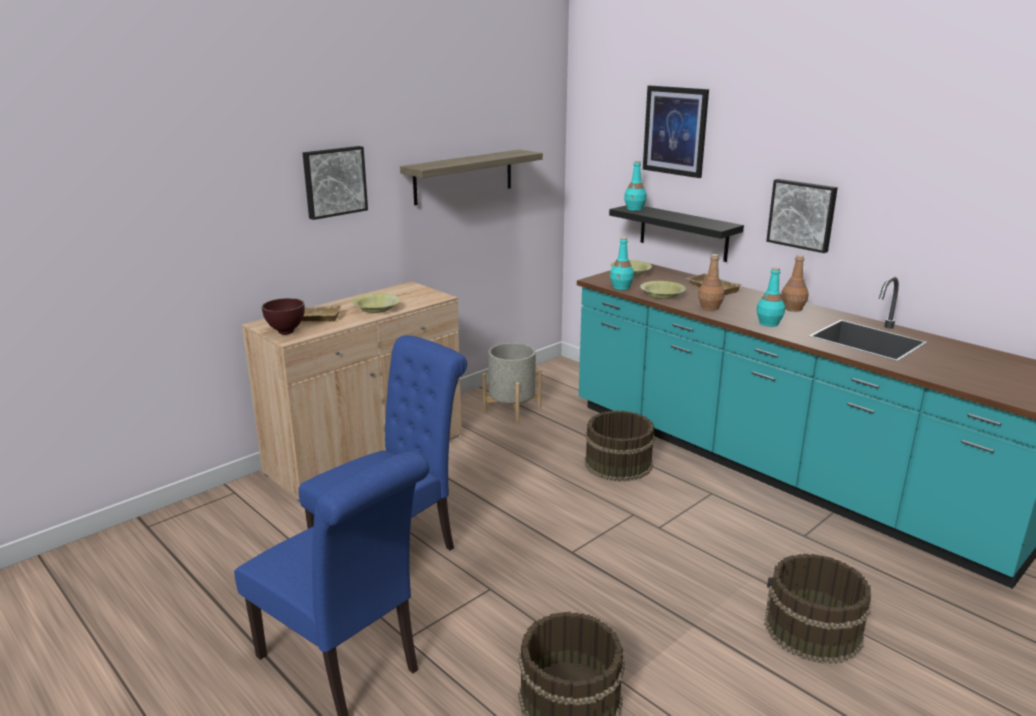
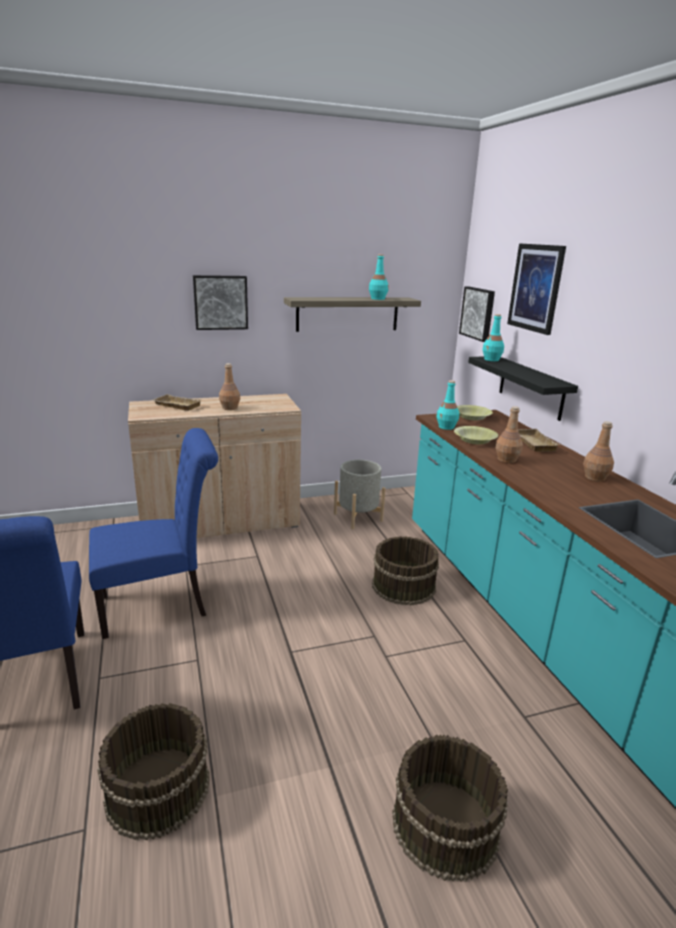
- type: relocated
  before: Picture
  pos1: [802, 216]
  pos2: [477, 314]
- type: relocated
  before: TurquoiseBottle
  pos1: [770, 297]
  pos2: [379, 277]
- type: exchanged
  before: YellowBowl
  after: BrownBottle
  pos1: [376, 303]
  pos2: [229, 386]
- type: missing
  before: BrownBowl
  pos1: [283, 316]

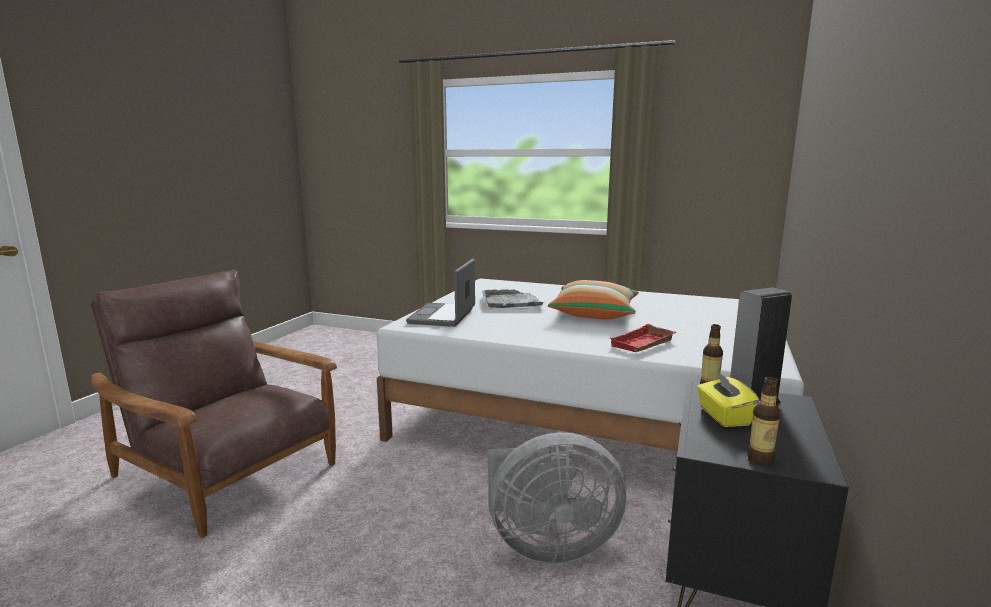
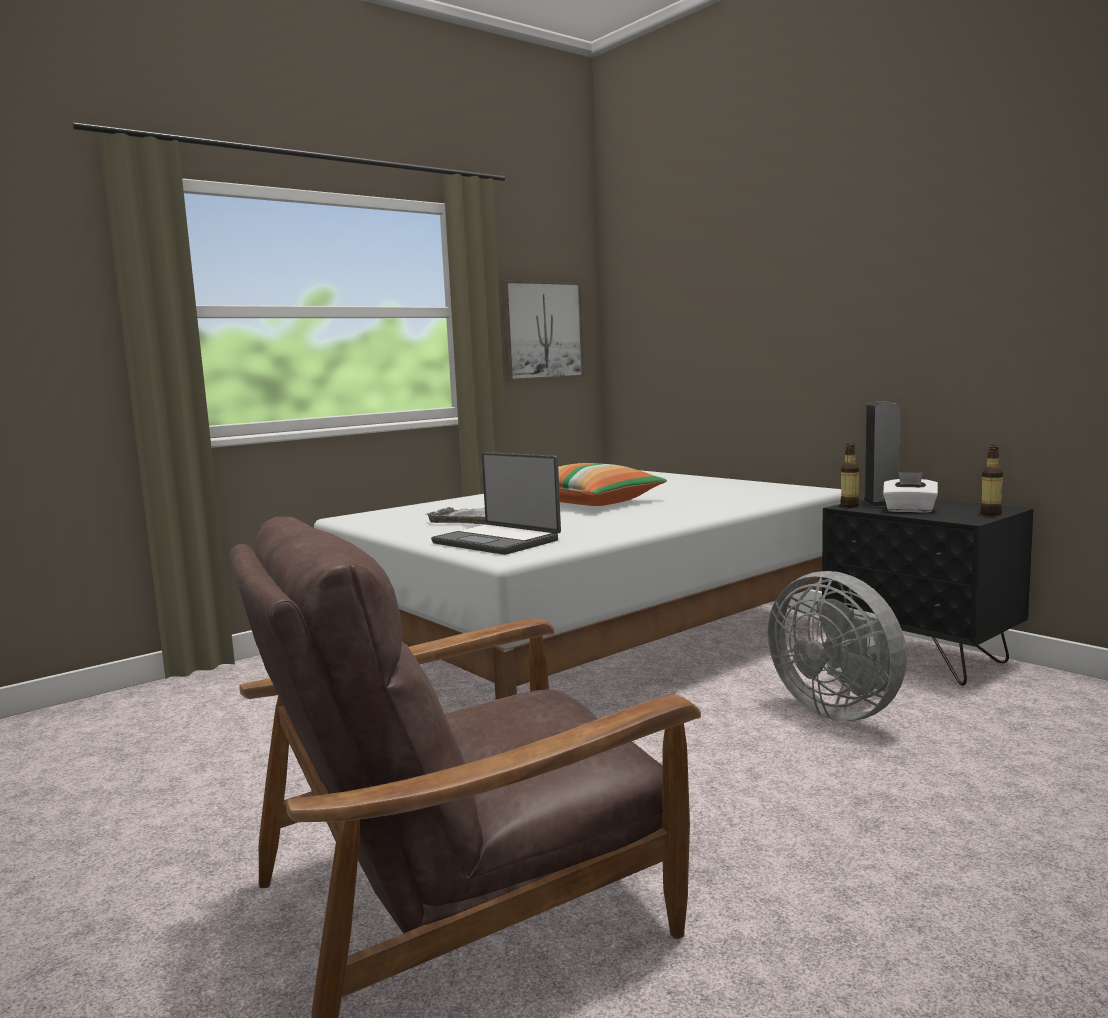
- type: missing
  before: RedTray
  pos1: [642, 338]
- type: colour
  before: YellowTissueBox
  after: WhiteTissueBox
  pos1: [728, 398]
  pos2: [910, 492]
- type: spun
  before: GreyFan
  pos1: [557, 498]
  pos2: [837, 646]
  turn: 120
- type: appeared
  after: Picture
  pos2: [543, 330]

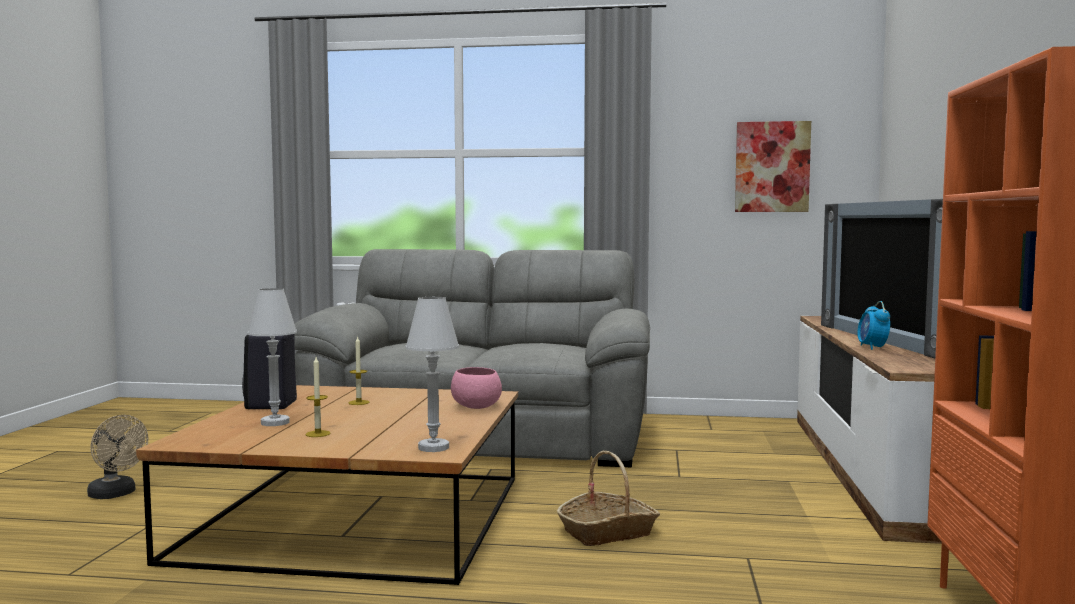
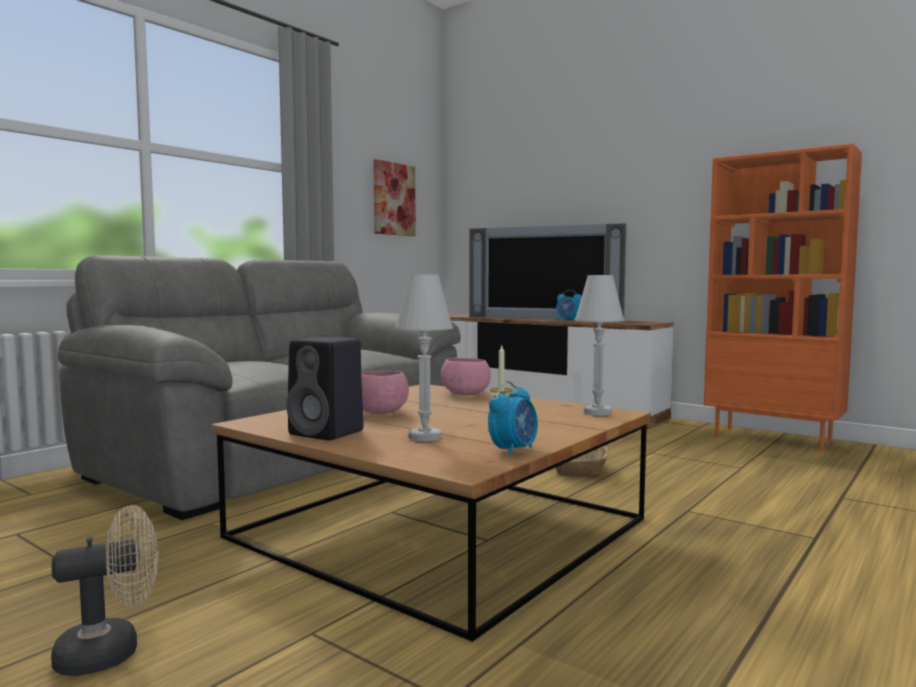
- type: exchanged
  before: Candle
  after: PinkBowl
  pos1: [359, 370]
  pos2: [385, 392]
- type: appeared
  after: AlarmClock
  pos2: [513, 419]

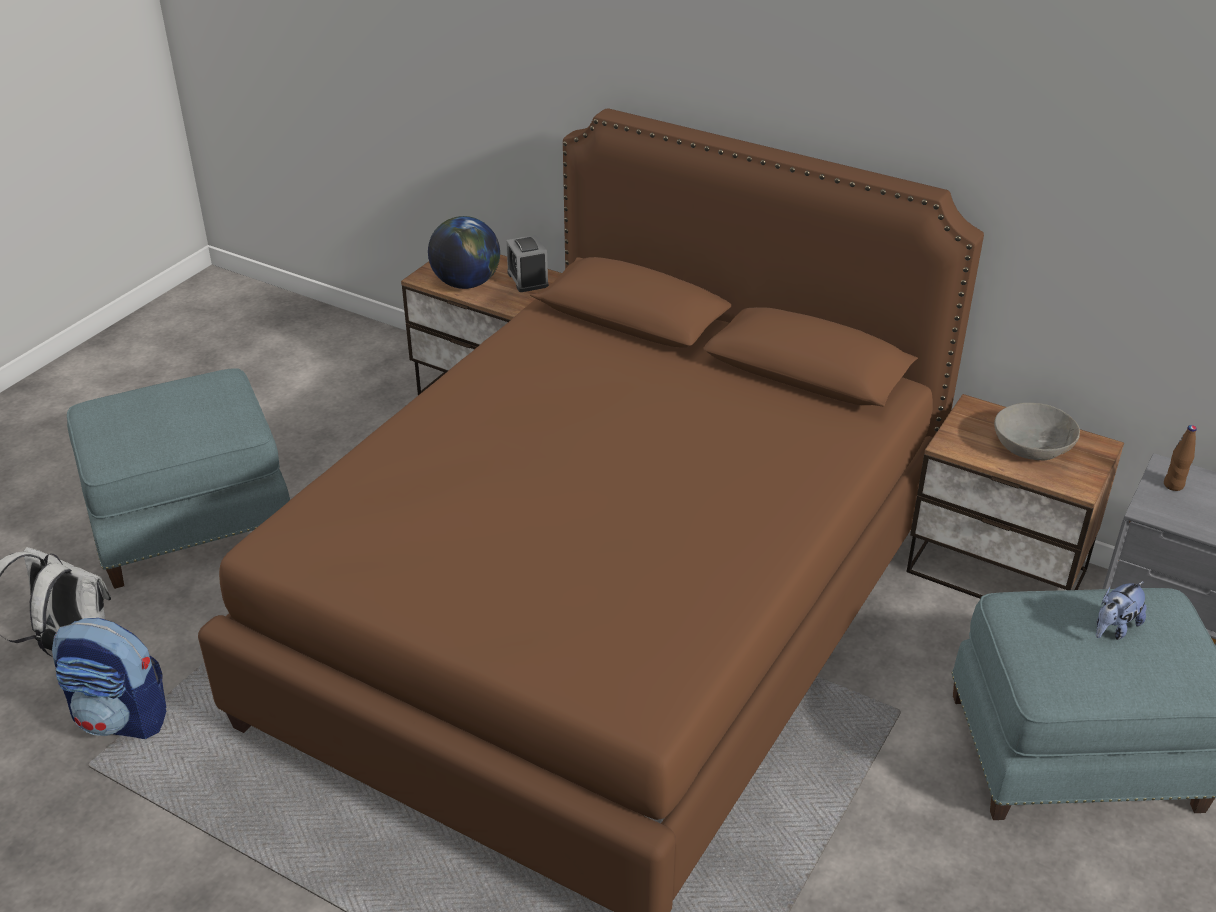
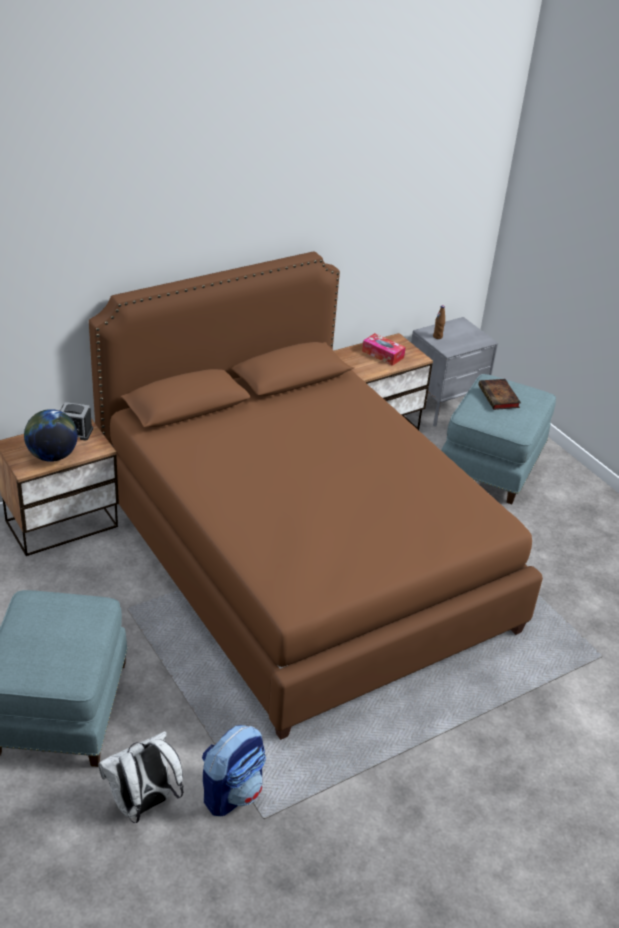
- type: exchanged
  before: GreyBowl
  after: TissueBox
  pos1: [1037, 431]
  pos2: [384, 349]
- type: exchanged
  before: PlushToy
  after: Book
  pos1: [1121, 610]
  pos2: [499, 394]

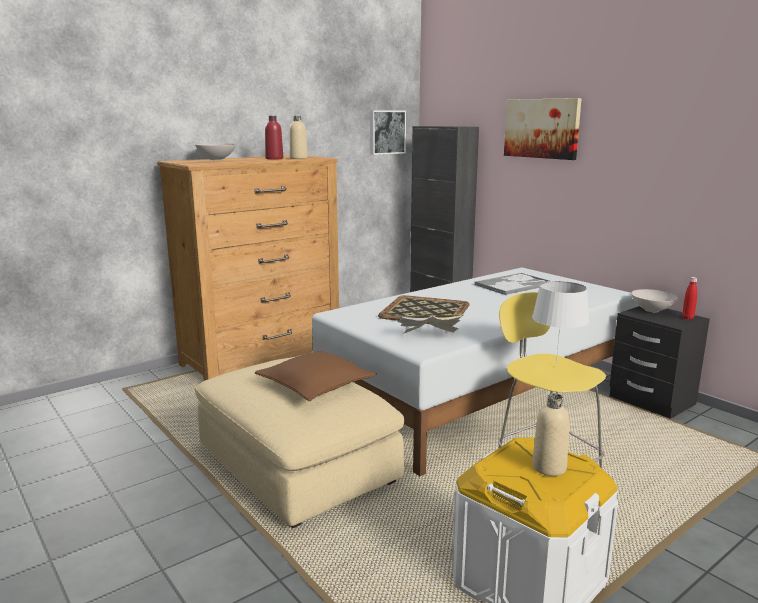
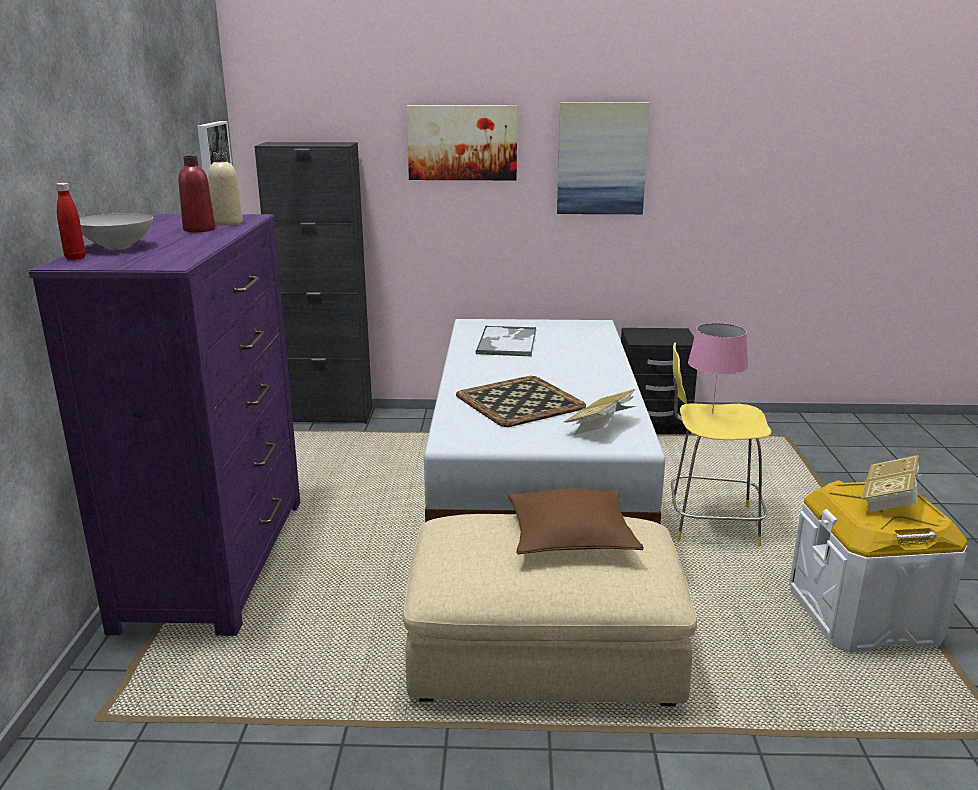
- type: colour
  before: BrownDresser
  after: PurpleDresser
  pos1: [248, 268]
  pos2: [164, 425]
- type: relocated
  before: RedBottle
  pos1: [689, 298]
  pos2: [70, 221]
- type: colour
  before: WhiteTableLamp
  after: PinkTableLamp
  pos1: [560, 323]
  pos2: [718, 368]
- type: missing
  before: WhiteBowl
  pos1: [654, 300]
- type: exchanged
  before: BeigeBottle
  after: Book
  pos1: [550, 434]
  pos2: [891, 483]
- type: appeared
  after: Picture
  pos2: [603, 158]

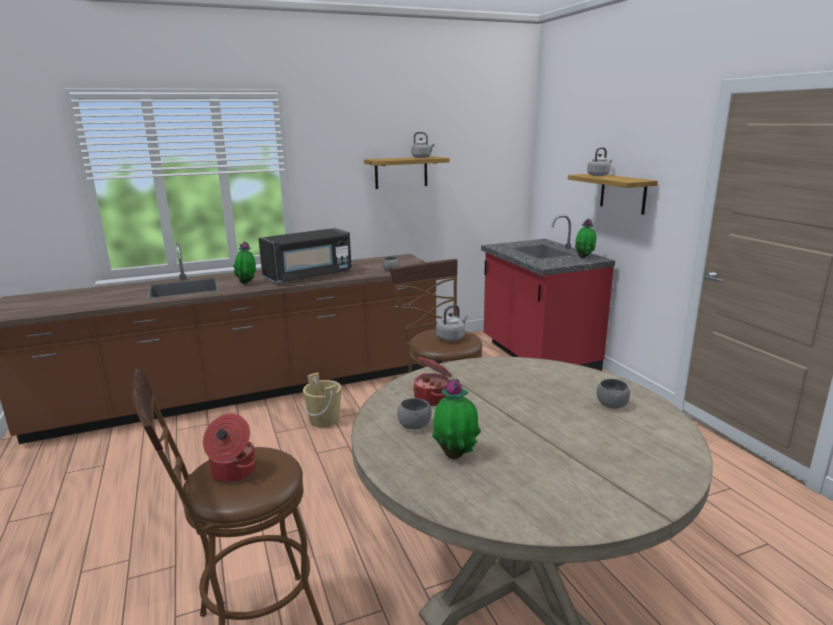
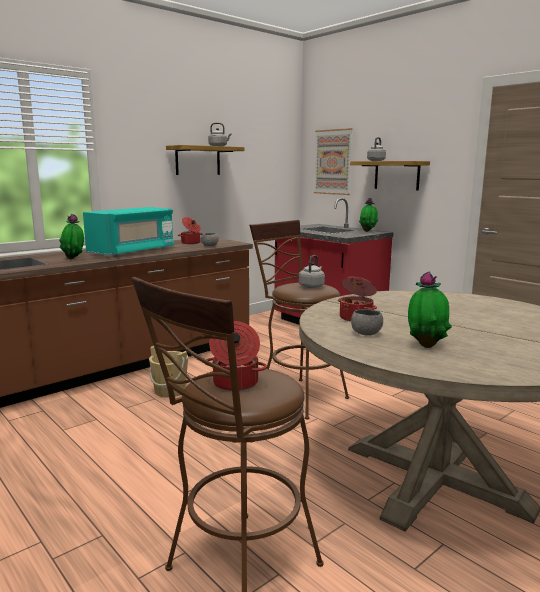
- type: colour
  before: BlackMicrowave
  after: TurquoiseMicrowave
  pos1: [305, 255]
  pos2: [128, 232]
- type: missing
  before: GreyBowl
  pos1: [613, 394]
- type: appeared
  after: Picture
  pos2: [333, 161]
- type: appeared
  after: CookingPot
  pos2: [190, 230]

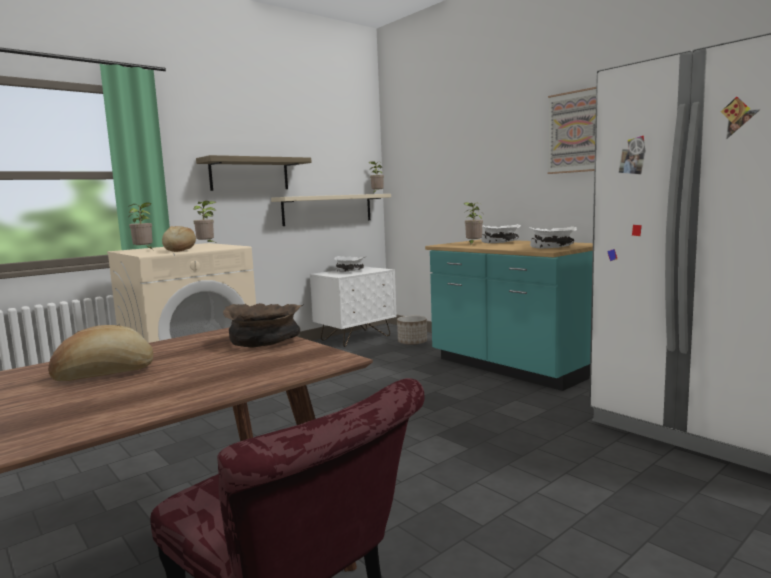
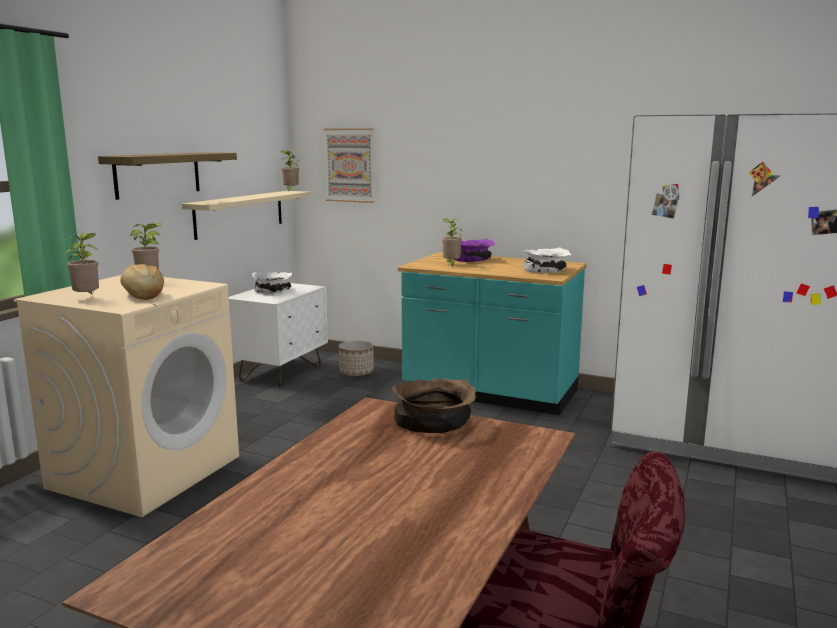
- type: relocated
  before: Picture
  pos1: [571, 130]
  pos2: [349, 165]
- type: colour
  before: WhiteBowl
  after: PurpleBowl
  pos1: [501, 233]
  pos2: [474, 250]
- type: missing
  before: Bread
  pos1: [101, 353]

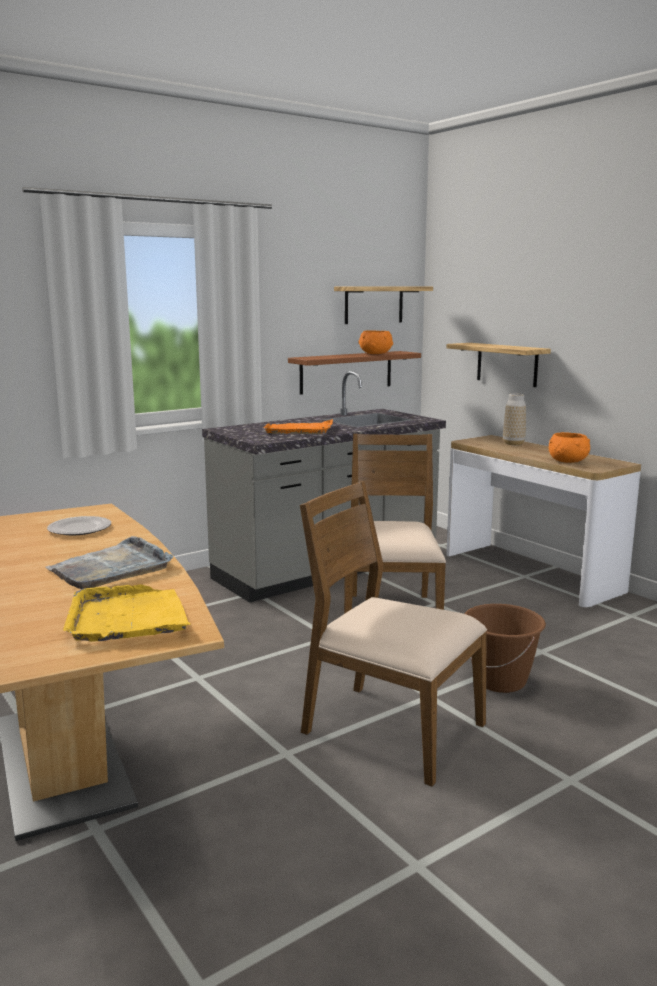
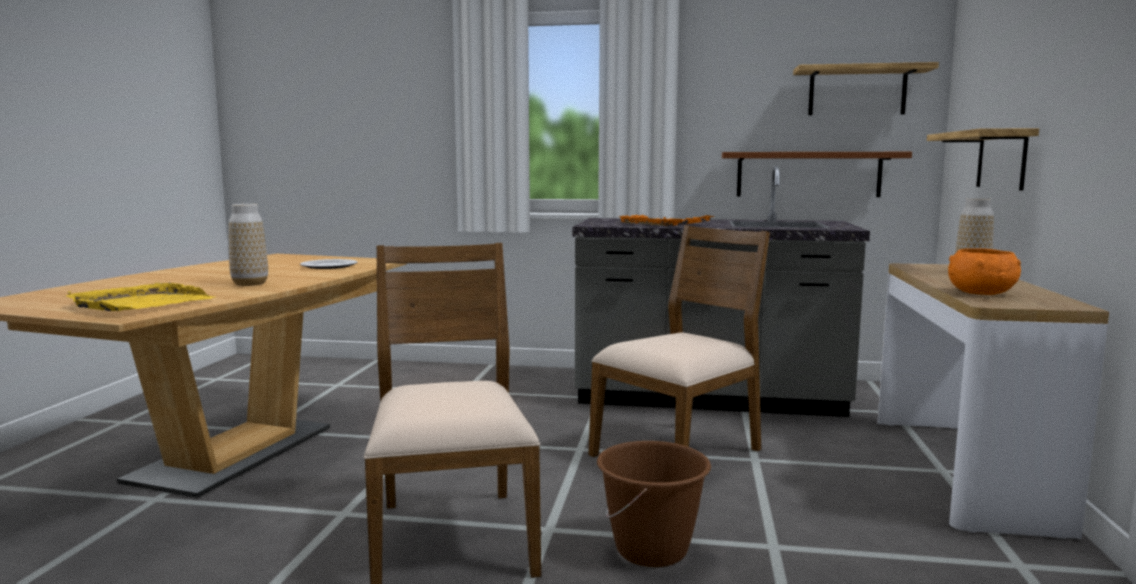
- type: missing
  before: OrangeBowl
  pos1: [375, 342]
- type: exchanged
  before: GreyTray
  after: Vase
  pos1: [109, 562]
  pos2: [248, 245]

